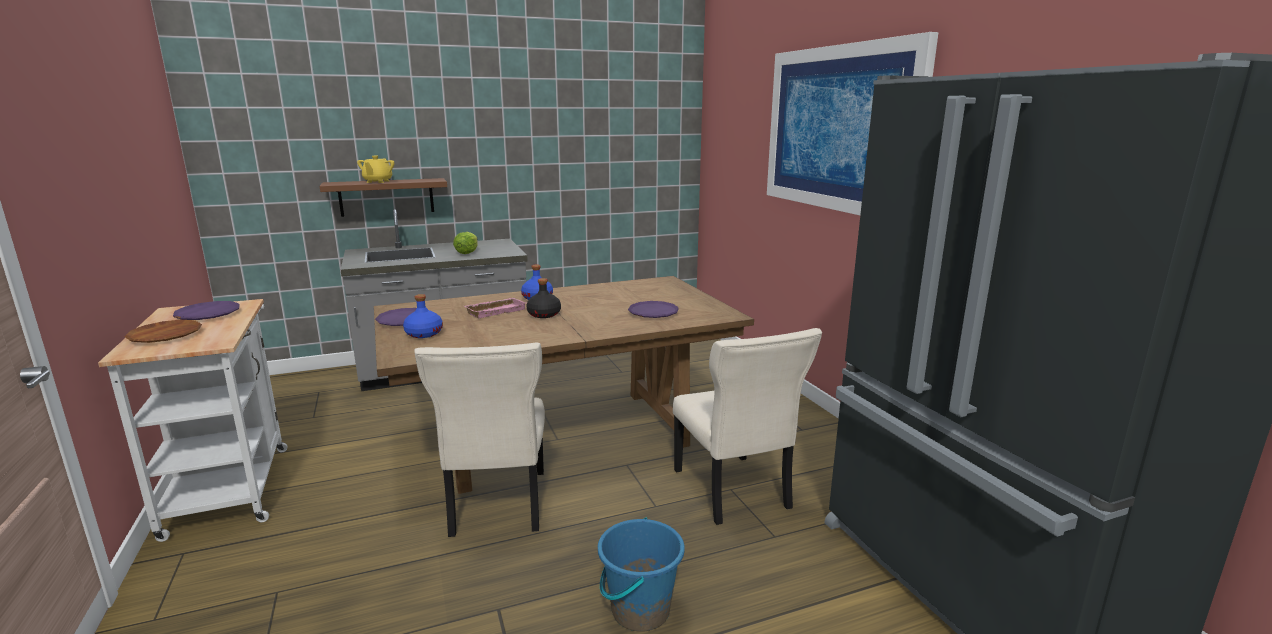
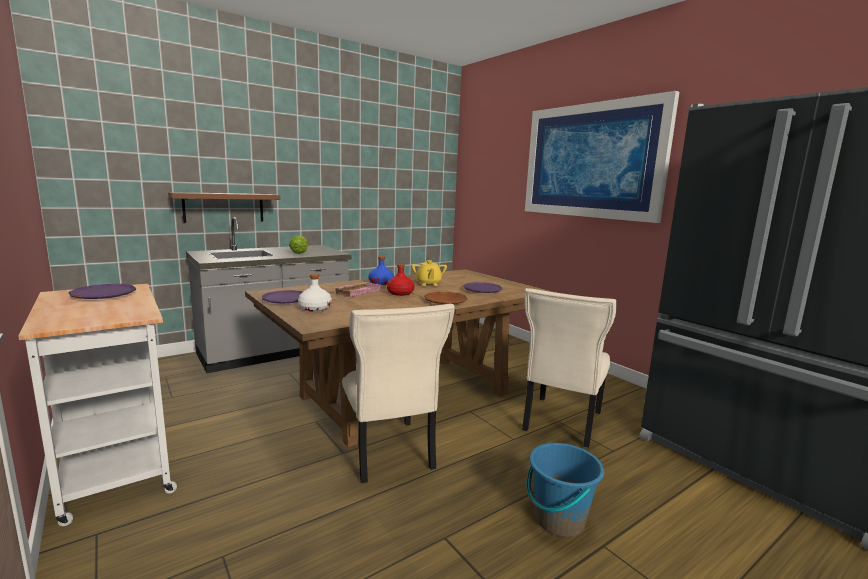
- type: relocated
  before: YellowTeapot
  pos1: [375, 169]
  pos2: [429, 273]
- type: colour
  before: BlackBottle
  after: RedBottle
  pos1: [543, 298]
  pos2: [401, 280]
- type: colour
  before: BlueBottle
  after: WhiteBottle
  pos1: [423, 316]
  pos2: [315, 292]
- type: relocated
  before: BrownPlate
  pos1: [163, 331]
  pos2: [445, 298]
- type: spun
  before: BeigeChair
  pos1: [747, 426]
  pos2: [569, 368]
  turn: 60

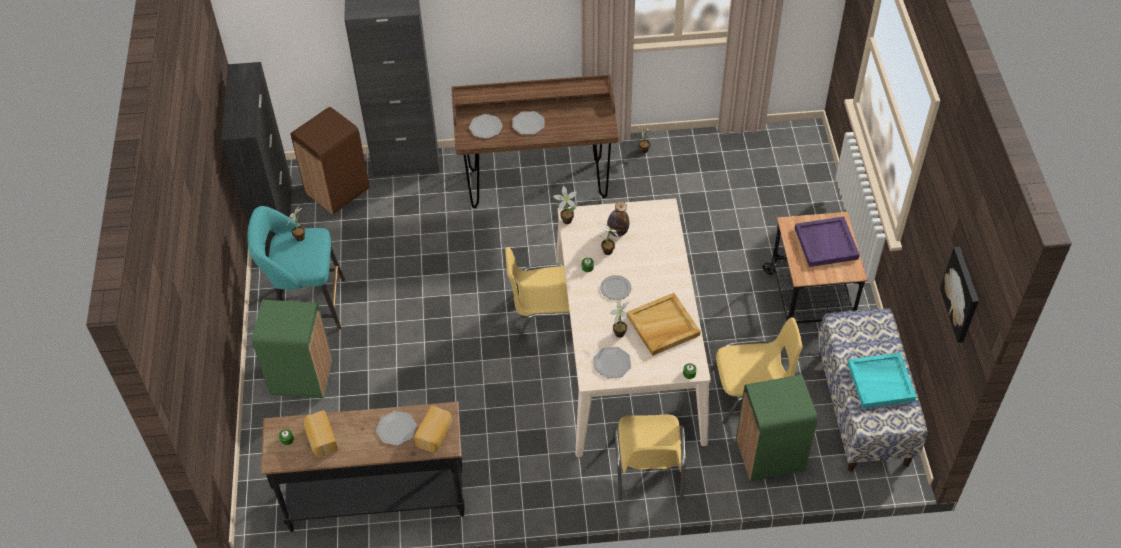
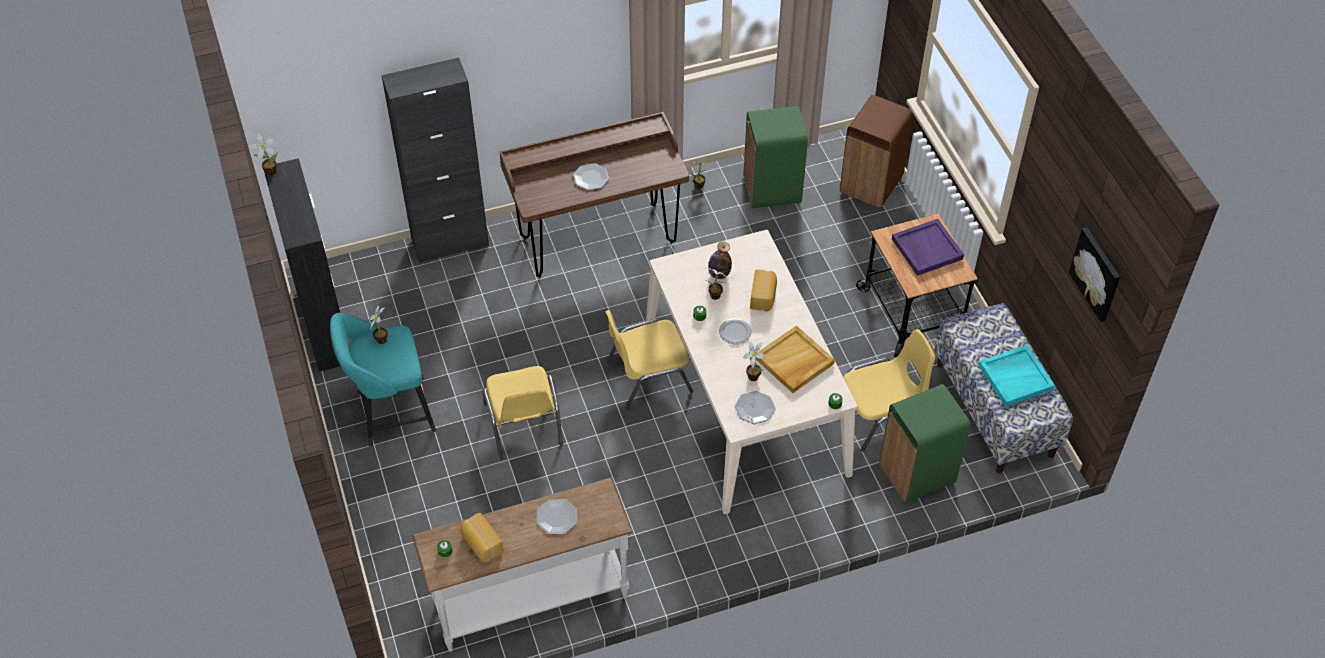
- type: relocated
  before: BrownTrashCan
  pos1: [330, 161]
  pos2: [877, 151]
- type: missing
  before: Plate
  pos1: [486, 126]
- type: relocated
  before: PottedPlant
  pos1: [565, 205]
  pos2: [263, 154]
- type: relocated
  before: GreenTrashCan
  pos1: [292, 349]
  pos2: [776, 157]
- type: colour
  before: BlackConsoleTable
  after: WhiteConsoleTable
  pos1: [362, 467]
  pos2: [522, 564]
- type: relocated
  before: Bread
  pos1: [433, 429]
  pos2: [763, 290]
- type: relocated
  before: YellowChair
  pos1: [649, 458]
  pos2: [523, 413]

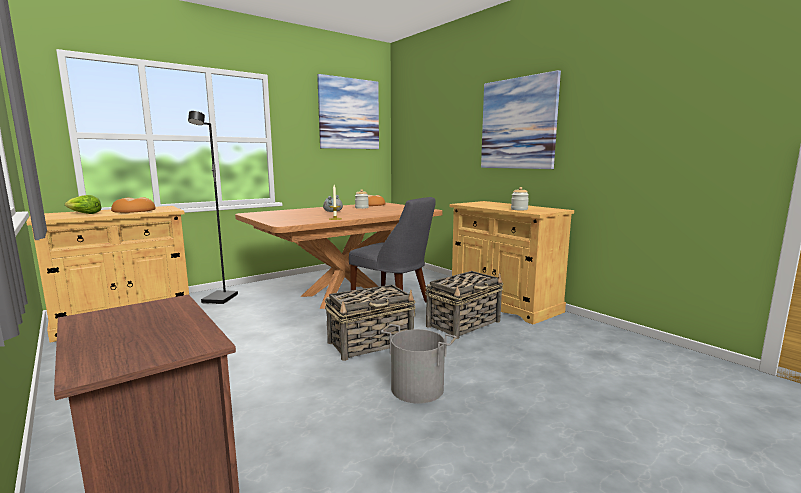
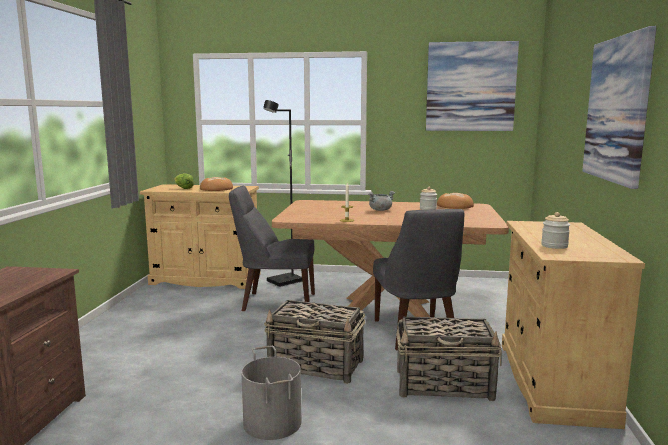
- type: appeared
  after: GreyChair
  pos2: [272, 248]

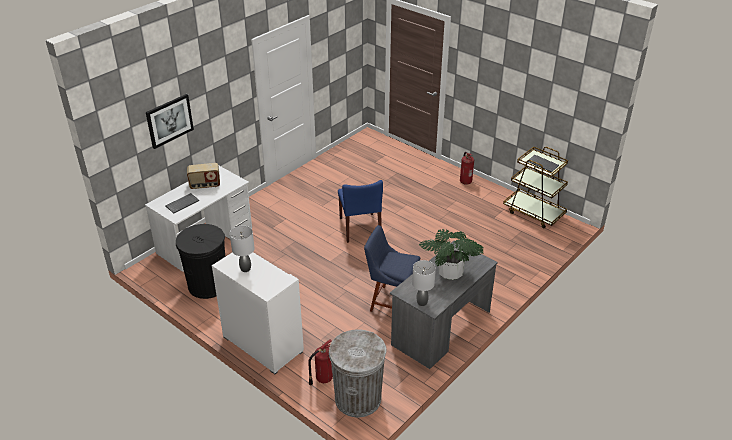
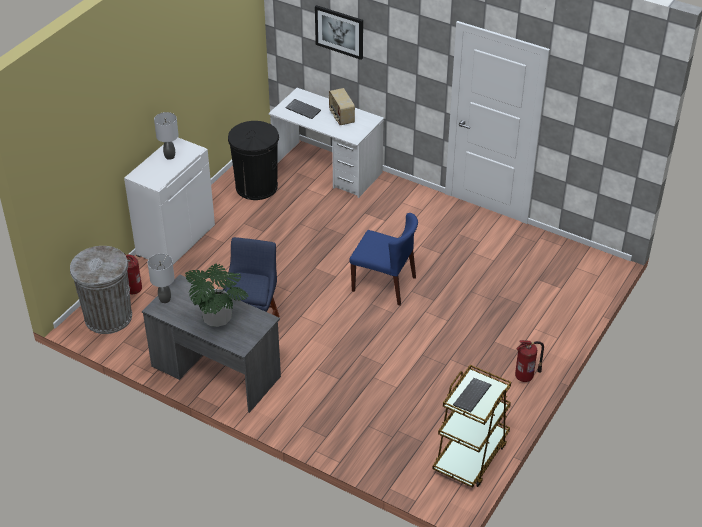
- type: spun
  before: BlueChair
  pos1: [360, 211]
  pos2: [383, 259]
  turn: -135

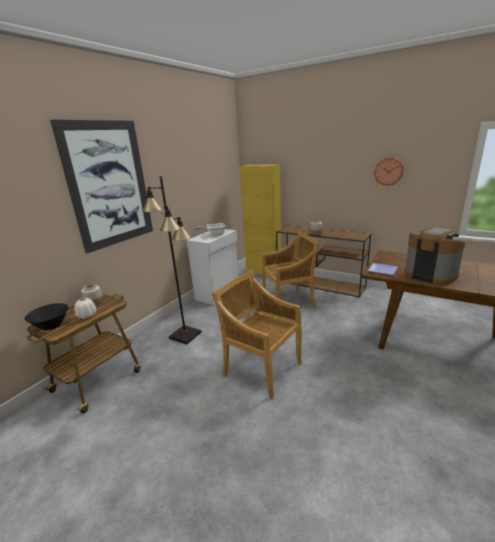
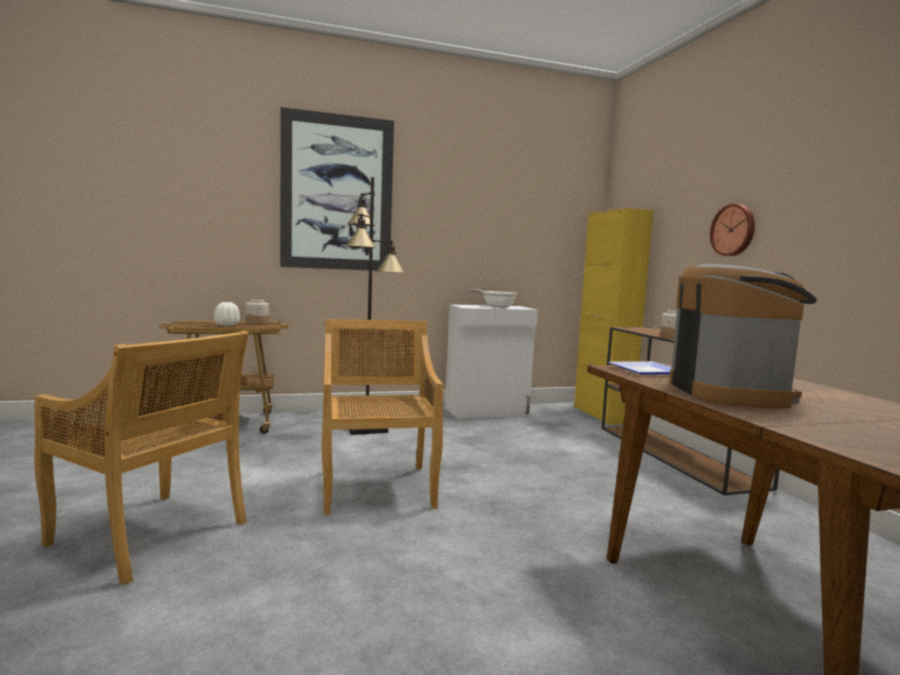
- type: relocated
  before: WallClock
  pos1: [389, 171]
  pos2: [732, 230]
- type: relocated
  before: BeigeChair
  pos1: [290, 269]
  pos2: [141, 458]
- type: missing
  before: BlackBowl
  pos1: [46, 316]

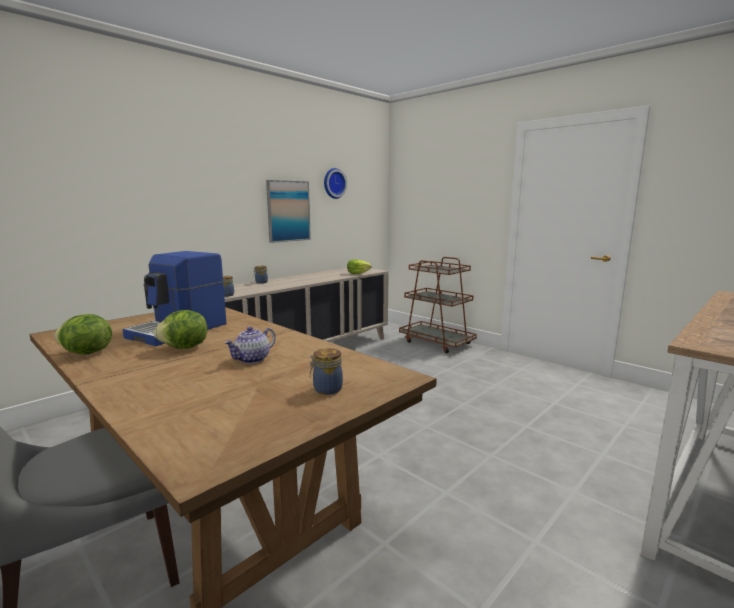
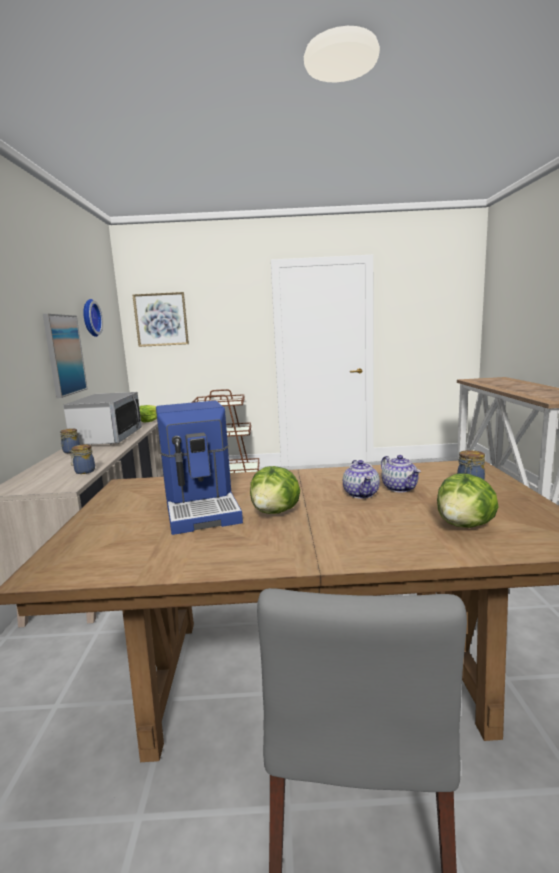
- type: relocated
  before: Lettuce
  pos1: [83, 334]
  pos2: [468, 500]
- type: appeared
  after: Picture
  pos2: [160, 319]
- type: appeared
  after: Microwave
  pos2: [102, 418]
- type: appeared
  after: Teapot
  pos2: [401, 473]

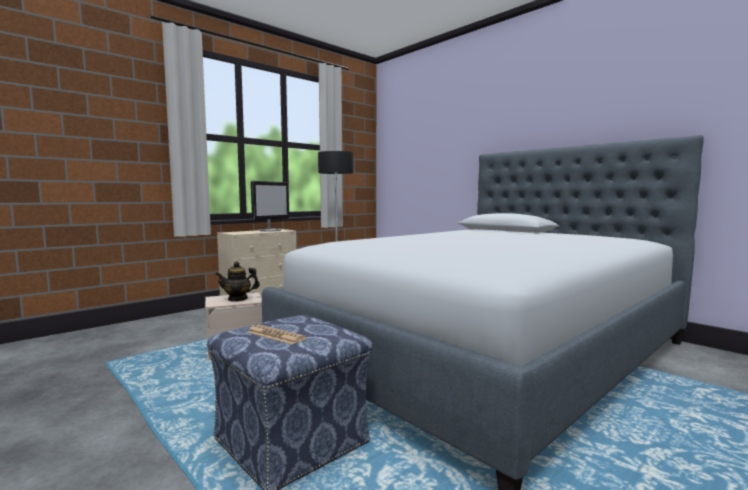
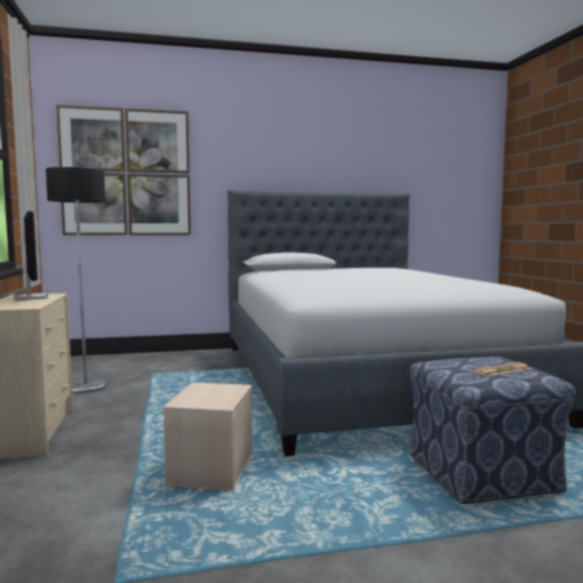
- type: missing
  before: Teapot
  pos1: [237, 282]
- type: appeared
  after: Picture
  pos2: [123, 170]

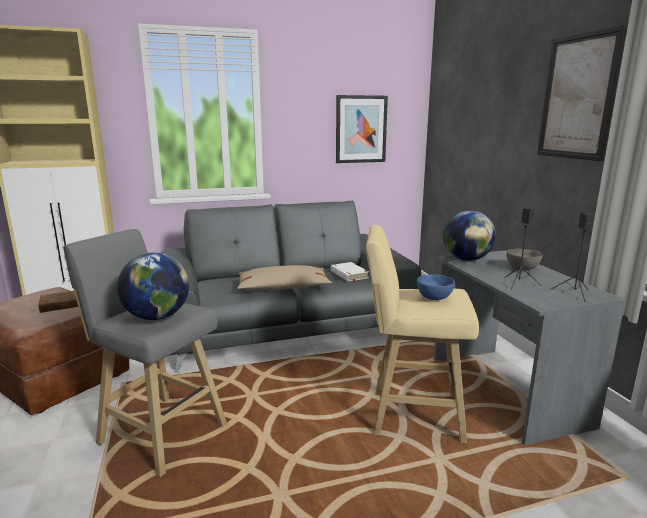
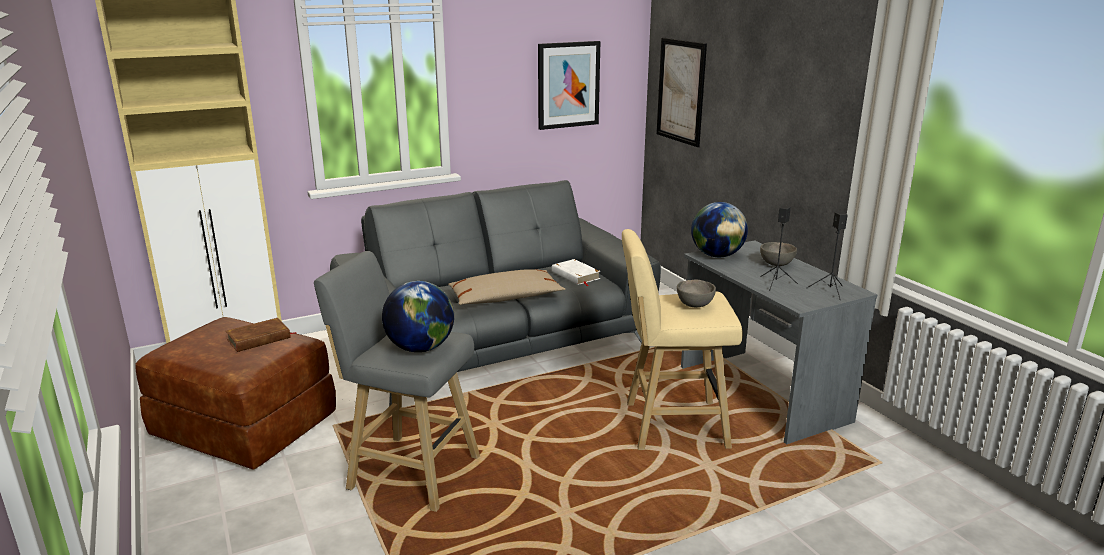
- type: relocated
  before: Picture
  pos1: [582, 93]
  pos2: [681, 92]
- type: colour
  before: BlueBowl
  after: GreyBowl
  pos1: [436, 287]
  pos2: [696, 293]

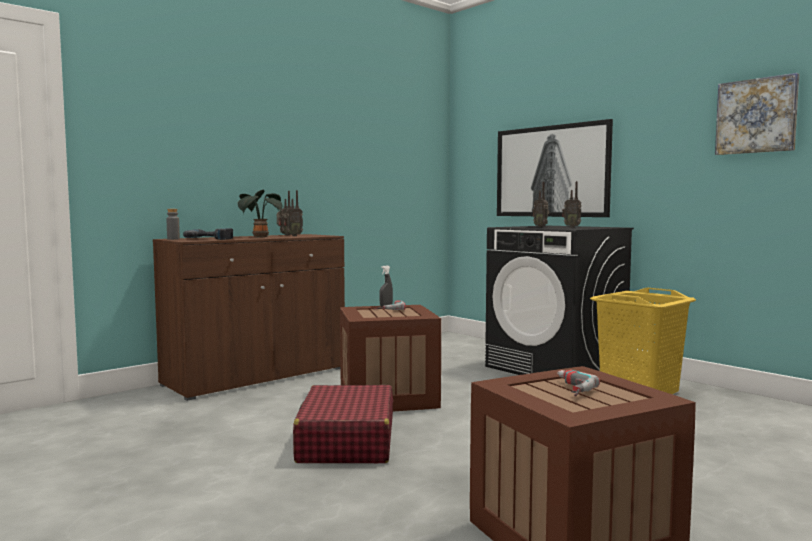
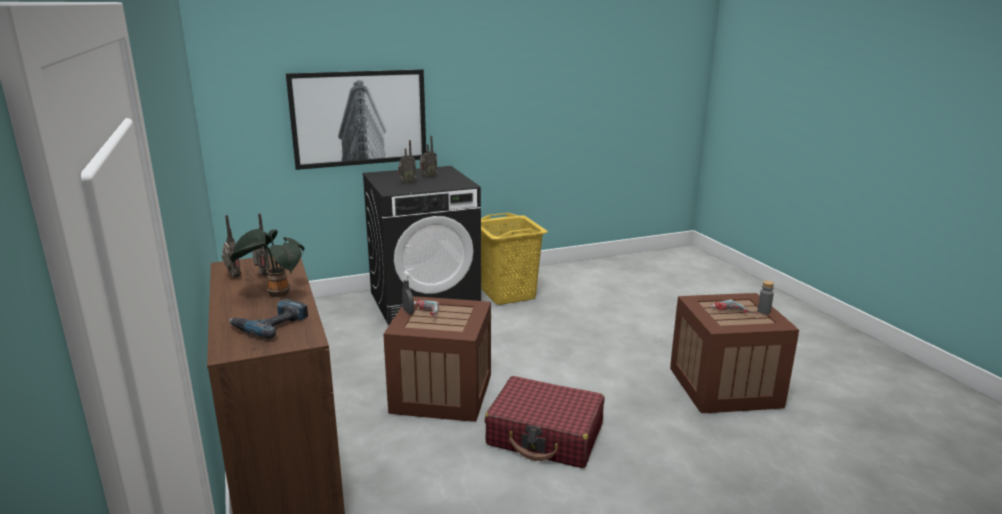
- type: missing
  before: Picture
  pos1: [757, 114]
- type: relocated
  before: GreyBottle
  pos1: [173, 224]
  pos2: [766, 297]

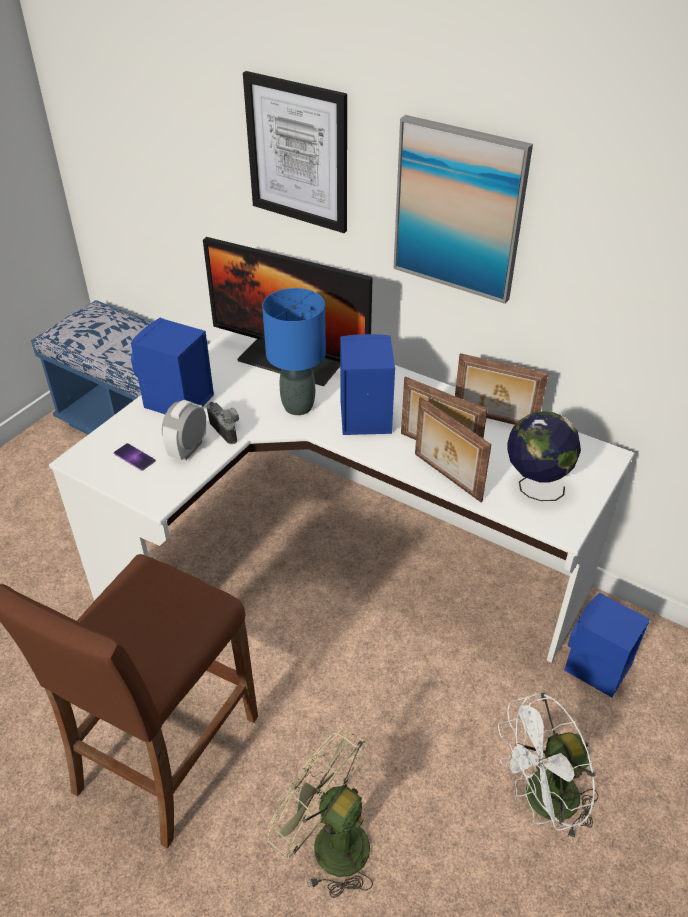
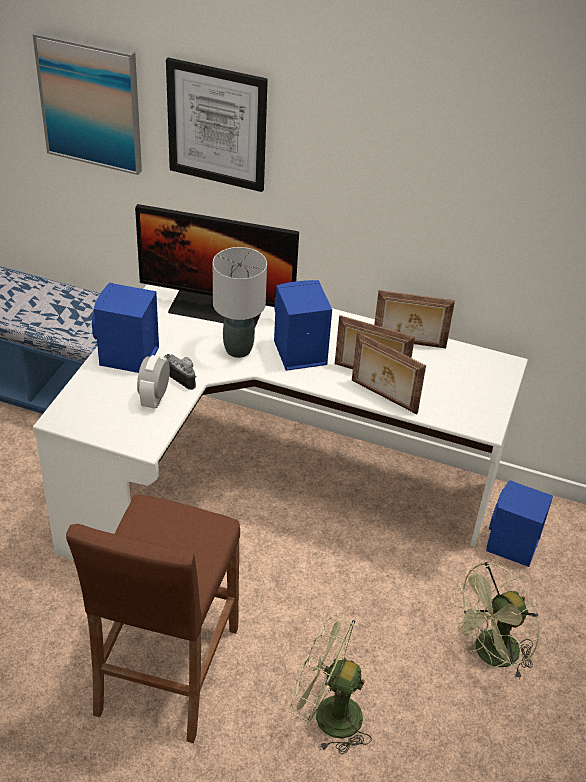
- type: relocated
  before: Picture
  pos1: [463, 209]
  pos2: [87, 103]
- type: colour
  before: BlueTableLamp
  after: GreyTableLamp
  pos1: [294, 351]
  pos2: [240, 302]
- type: missing
  before: Globe
  pos1: [544, 456]
- type: missing
  before: Phone
  pos1: [135, 457]
- type: colour
  before: WhiteFan
  after: GreenFan
  pos1: [548, 767]
  pos2: [494, 621]

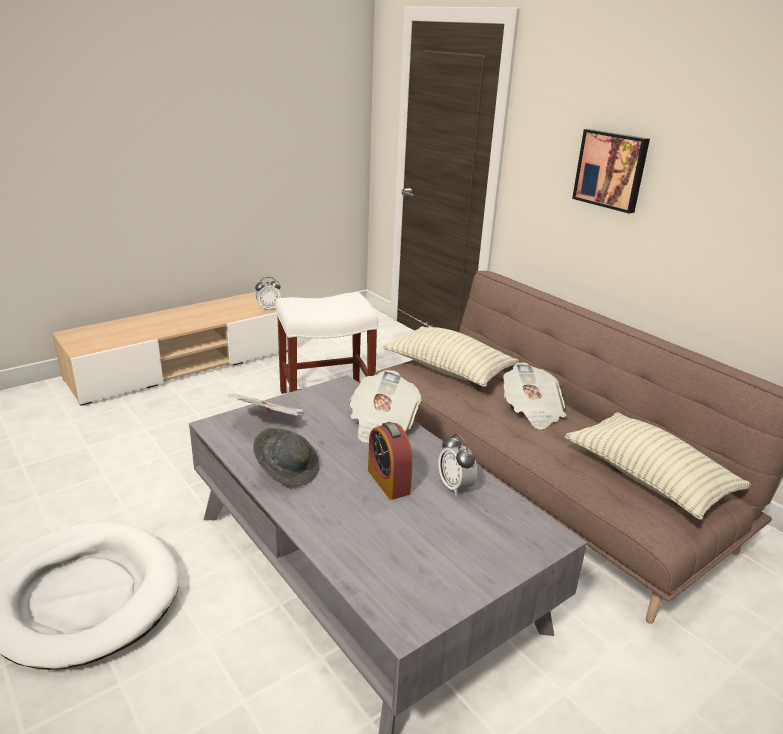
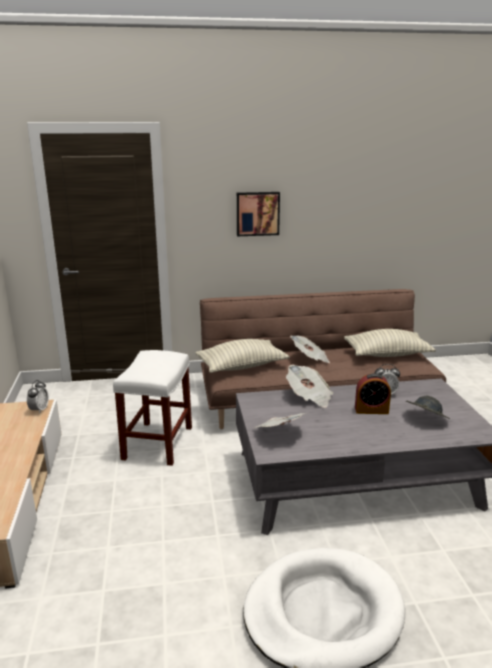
- type: relocated
  before: GreyHat
  pos1: [286, 457]
  pos2: [428, 407]

